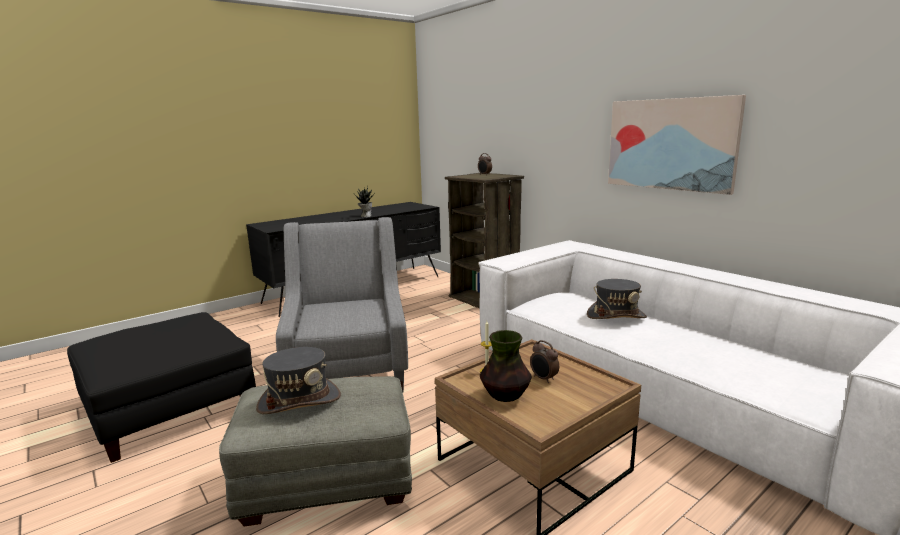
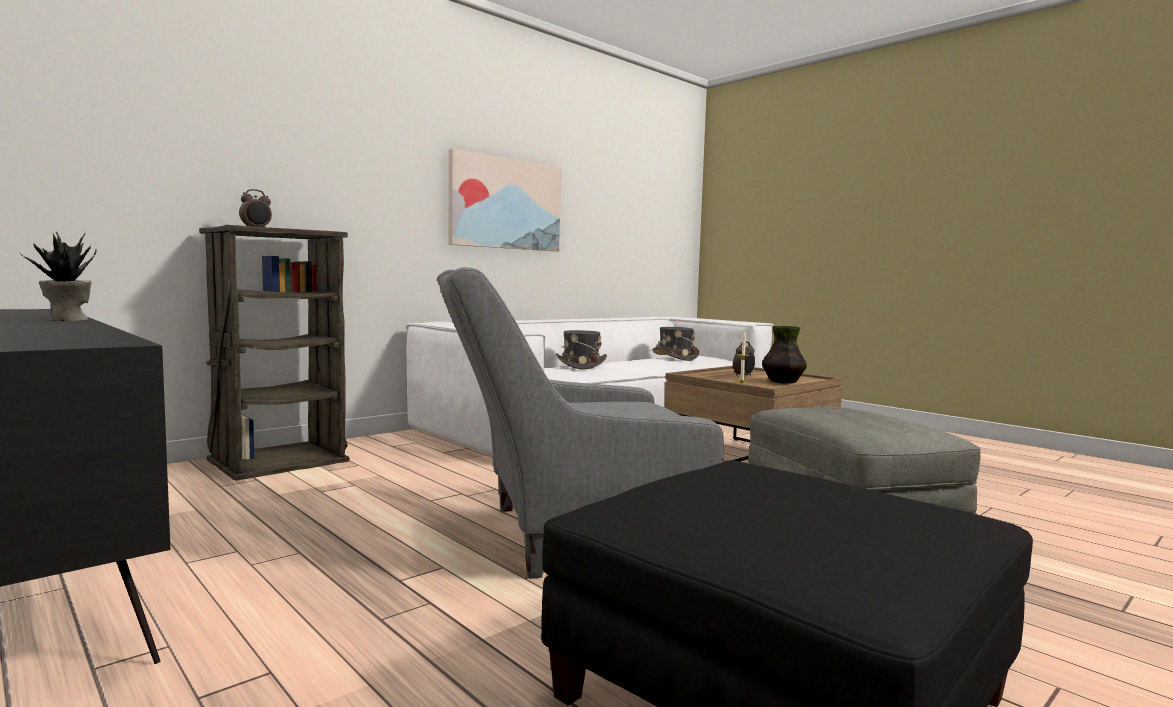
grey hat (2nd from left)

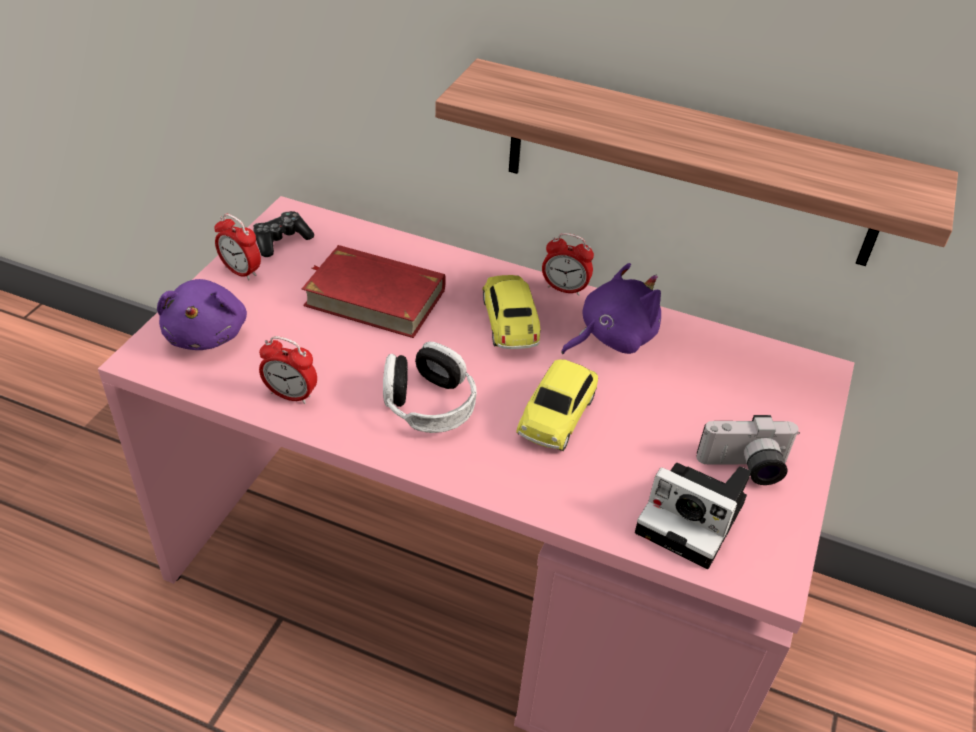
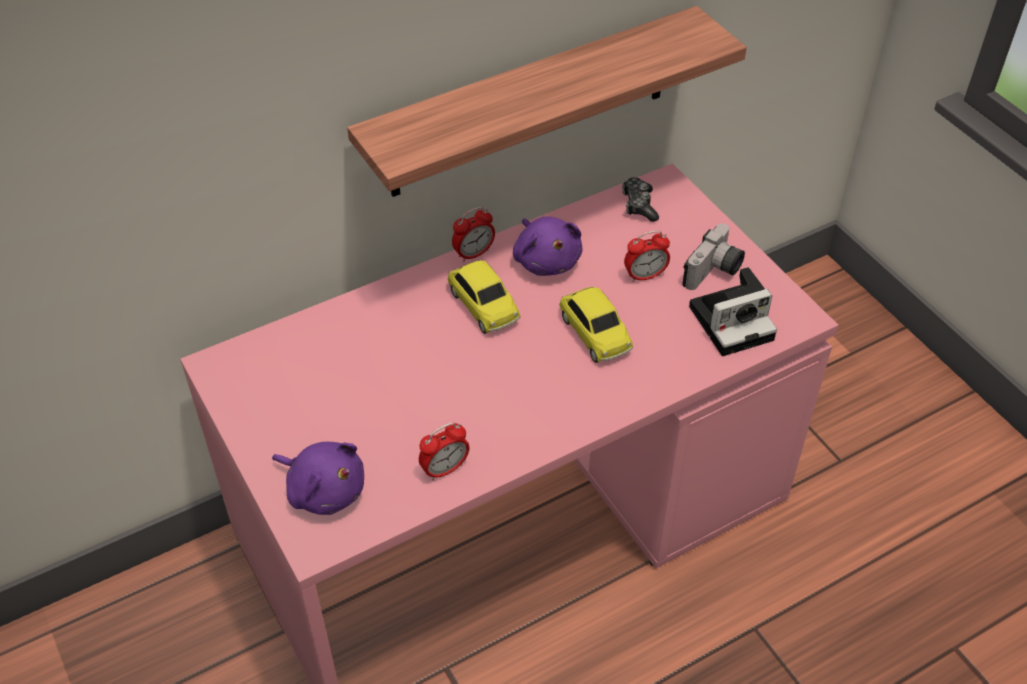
red book
headphones
alarm clock (3rd from left)
game controller
toy car (1st from left)
purple plush toy (2nd from left)

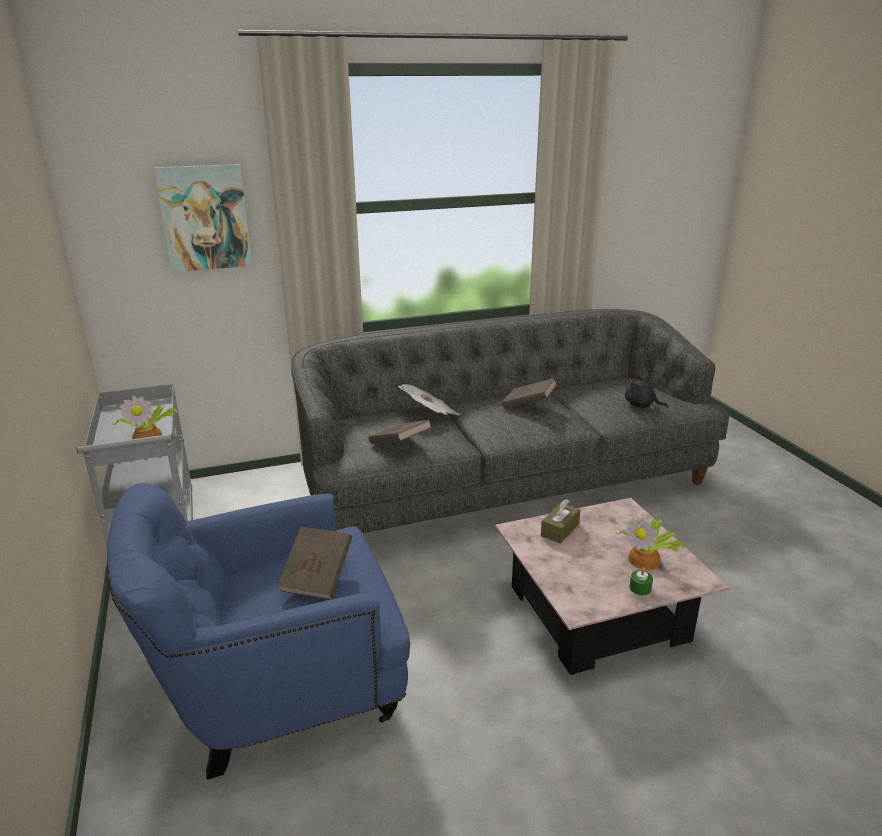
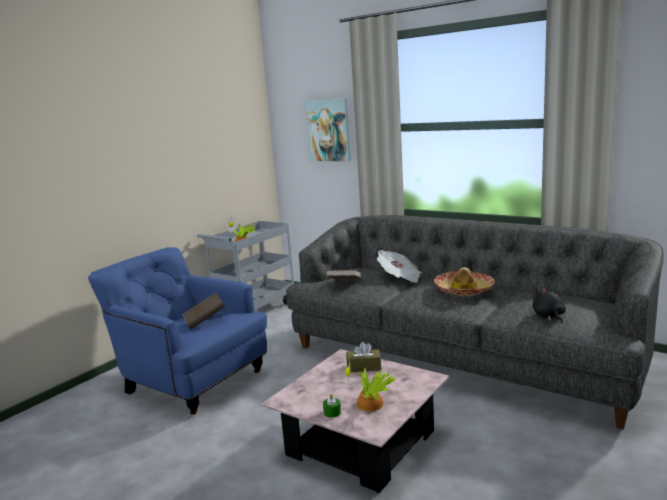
hat

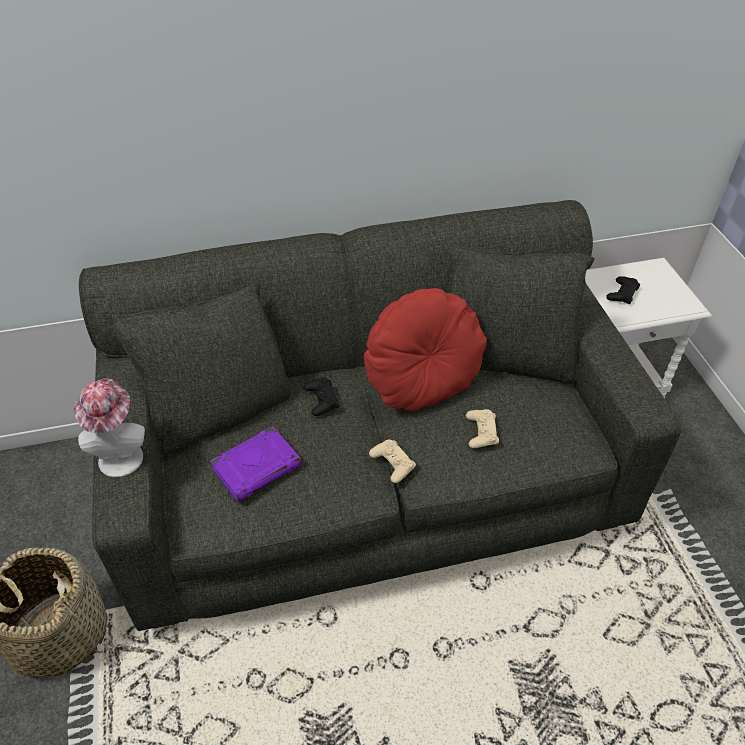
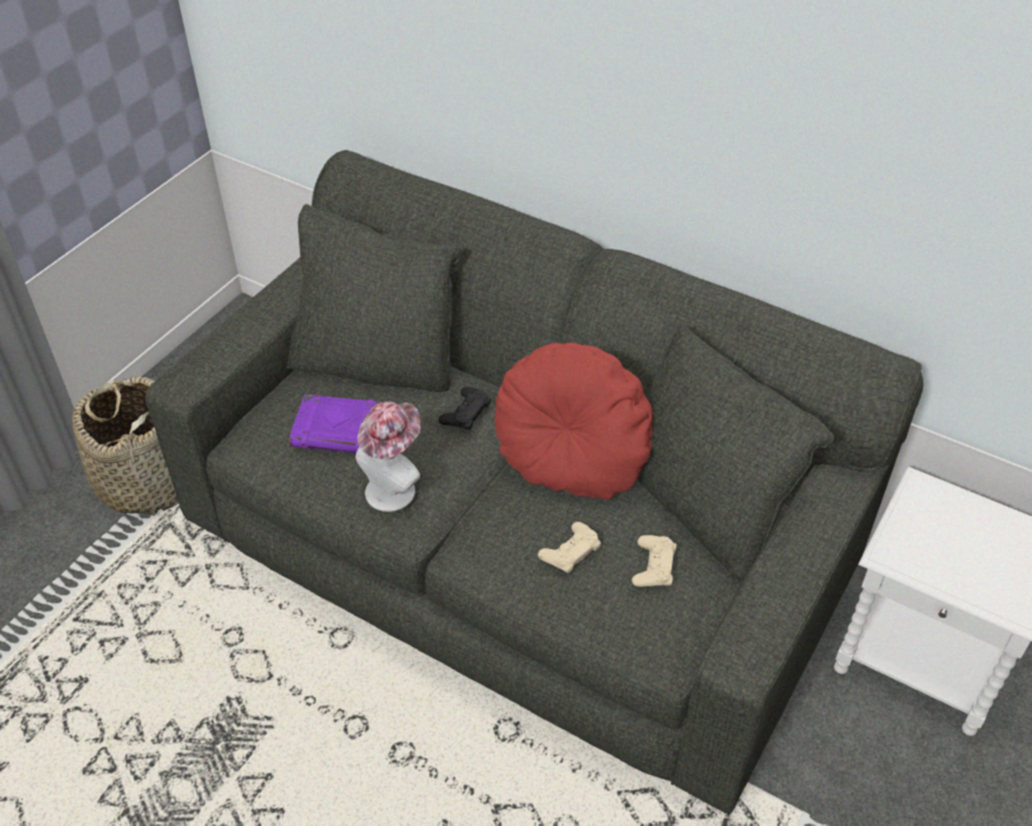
black game controller (2nd from left in the first image)
hat
beige game controller (2nd from left)

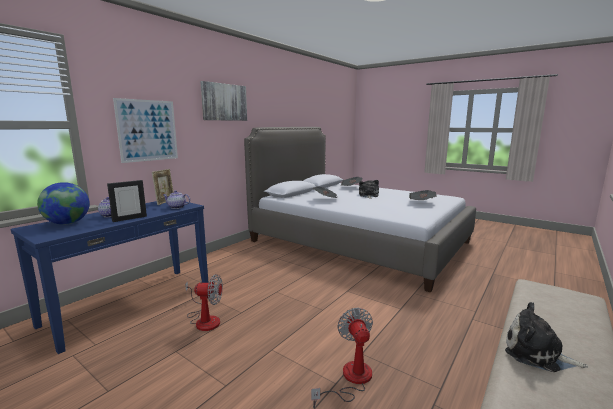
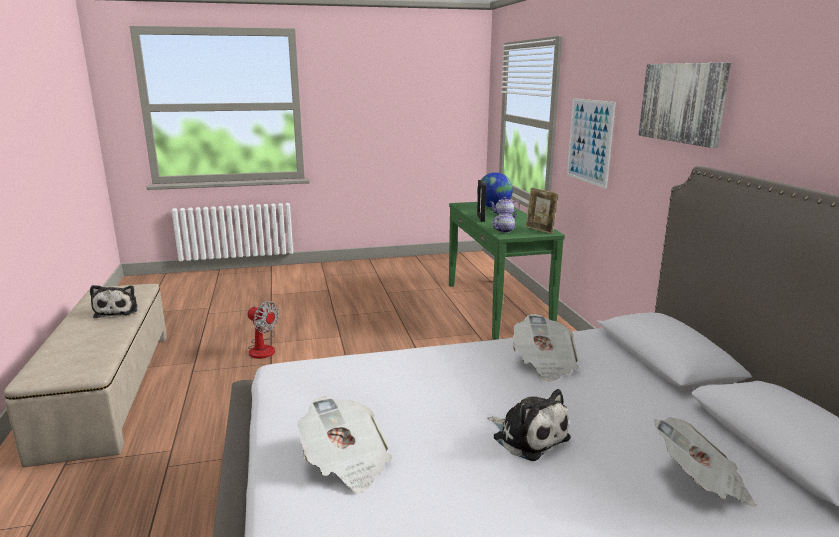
fan (1st from left in the first image)
green console table
plush toy (1st from left)

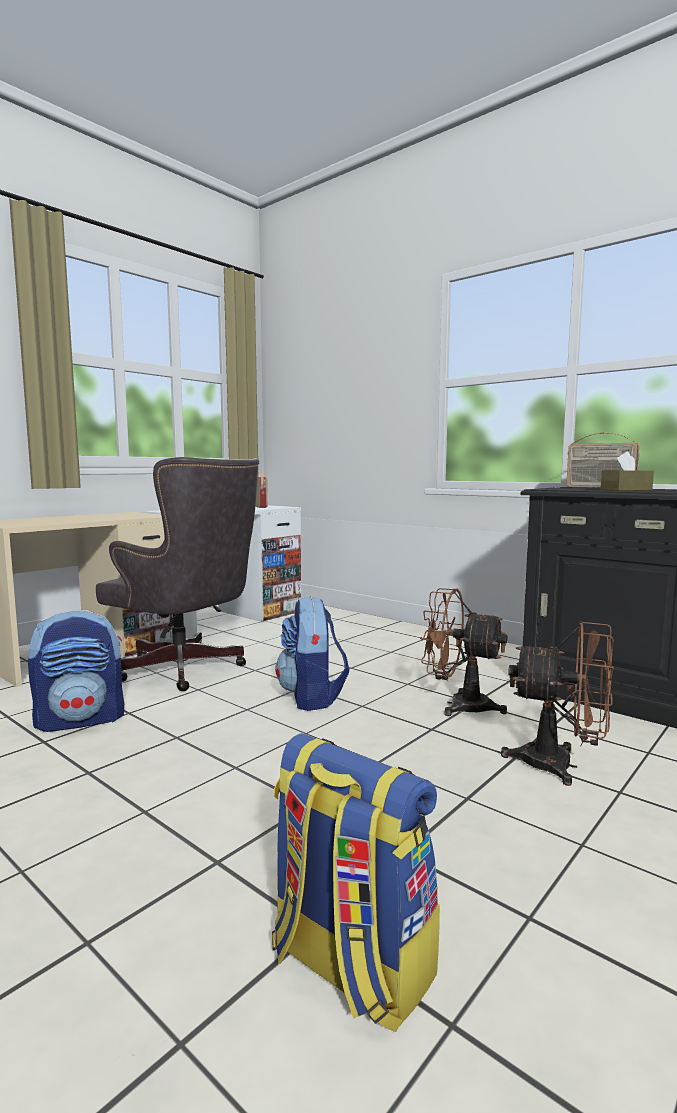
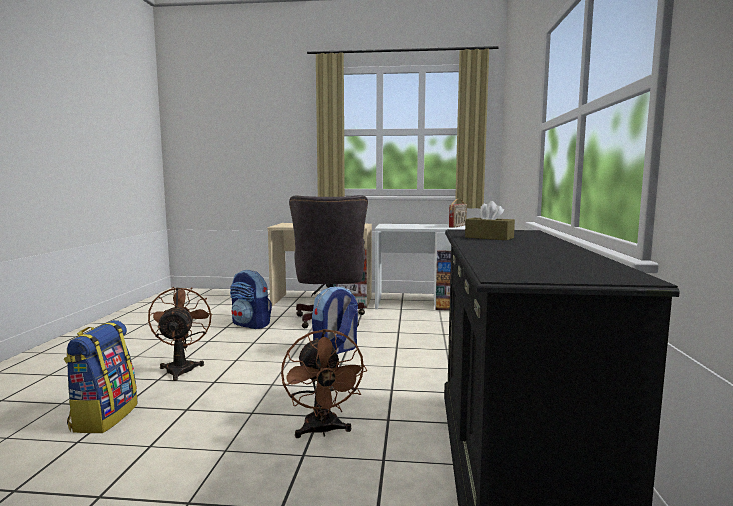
radio (2nd from left in the first image)
brown fan (1st from left)

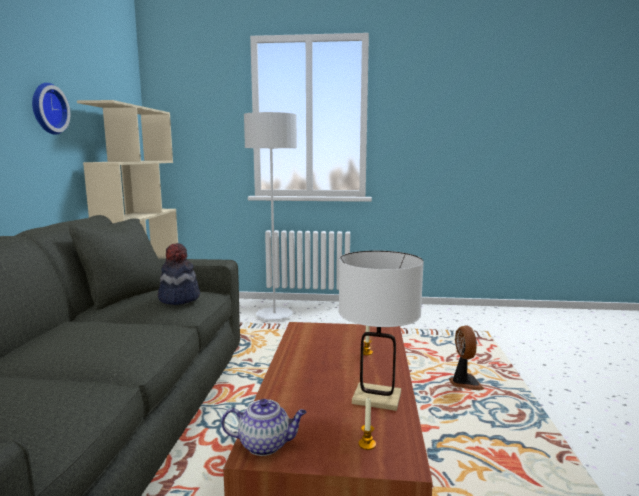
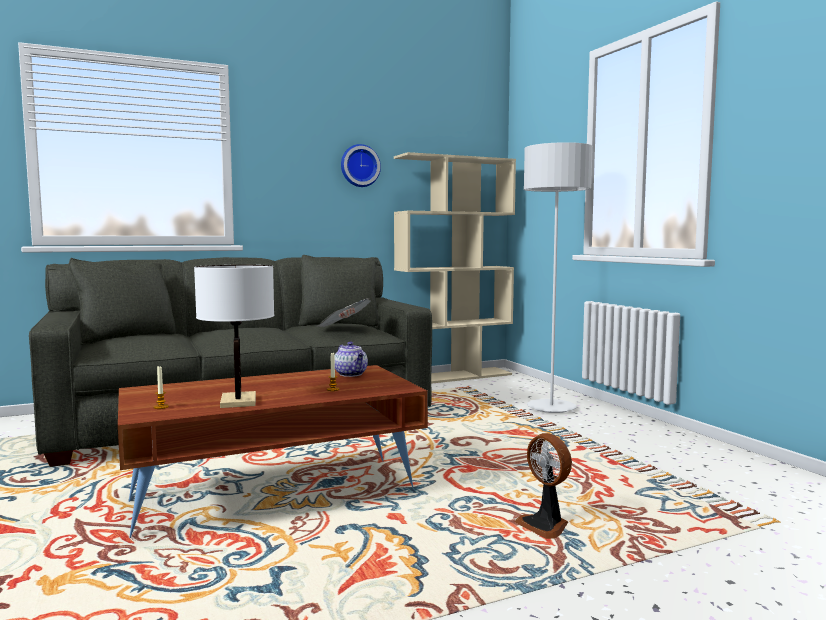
teapot
newspaper
fan

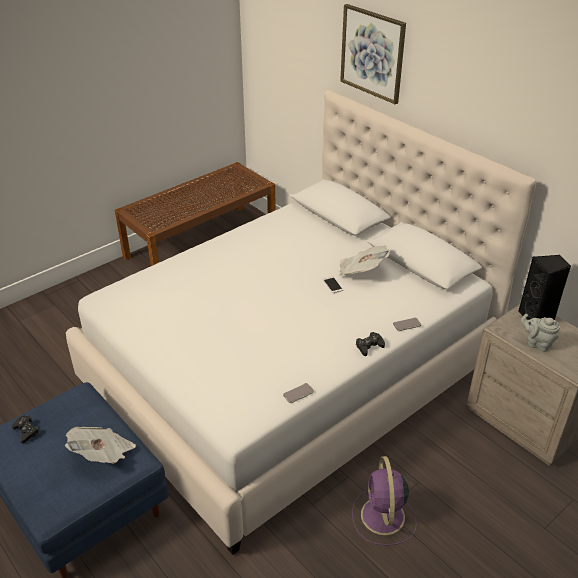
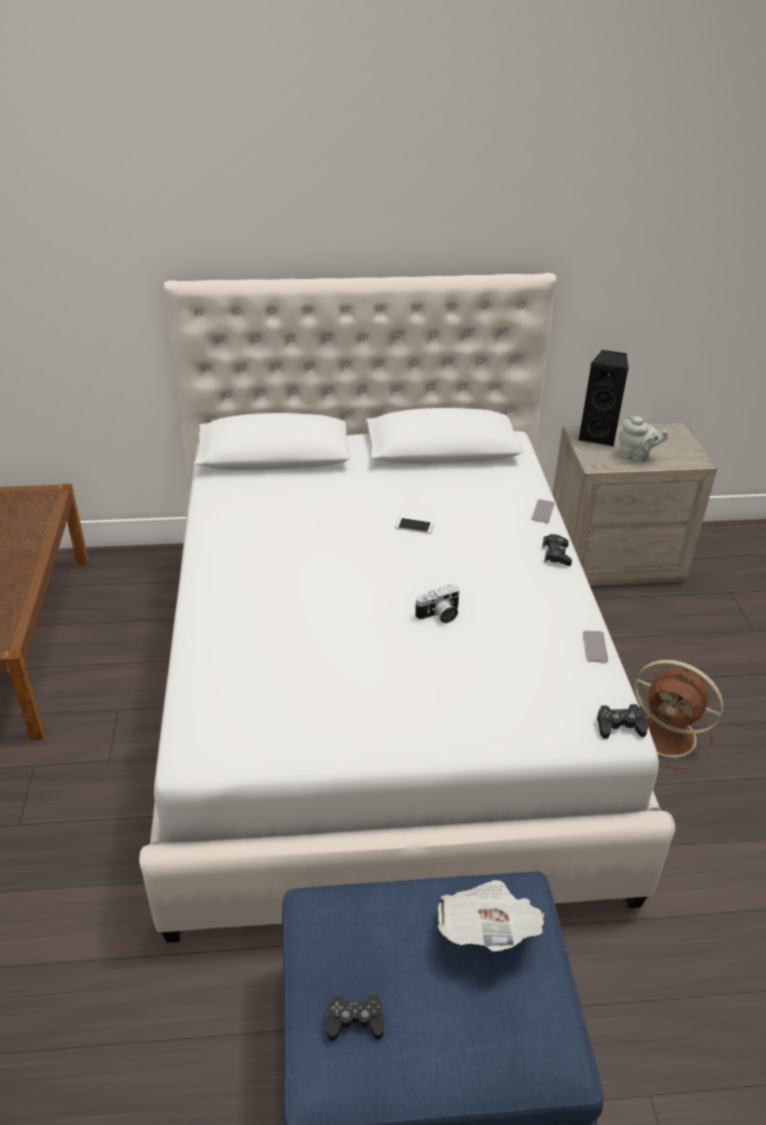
newspaper (2nd from left in the first image)
picture
photo camera
black game controller (3rd from left)
brown fan
grey teapot

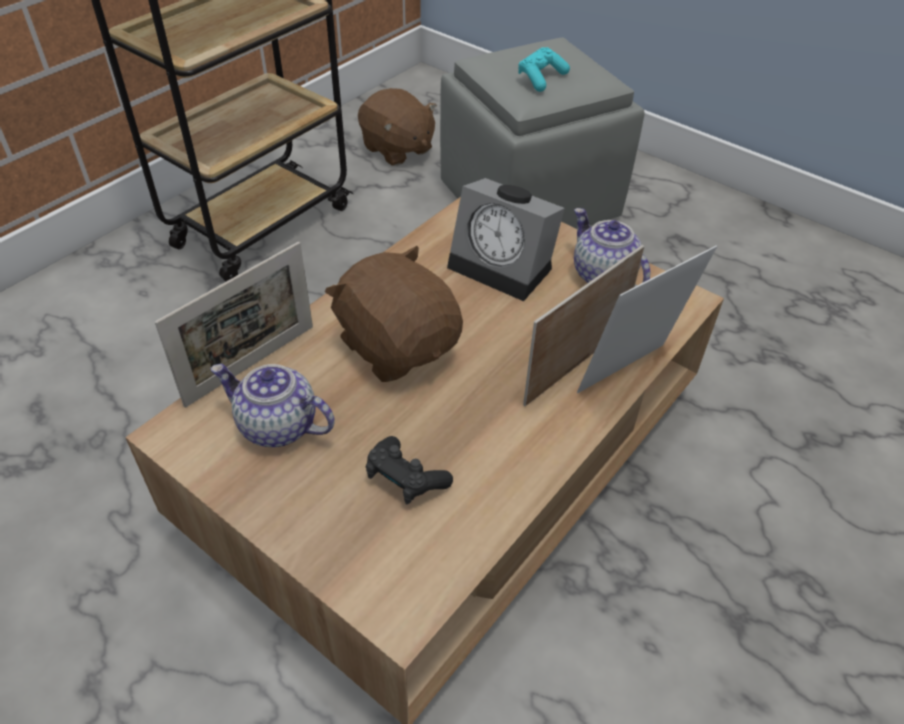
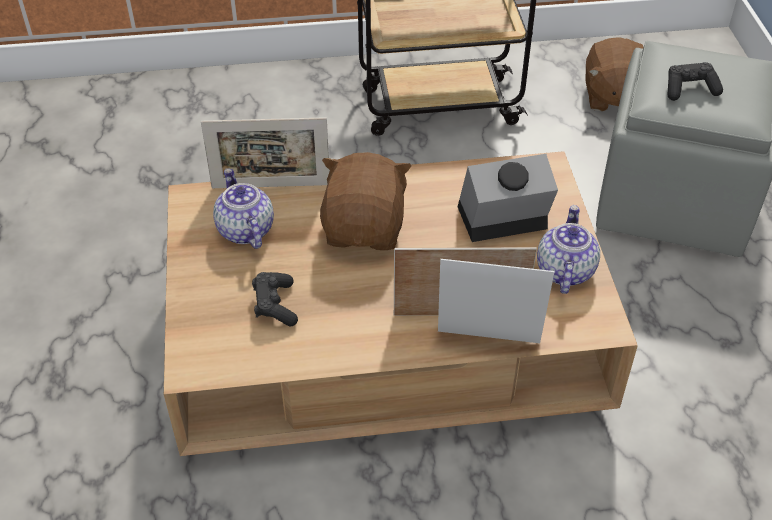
black game controller (2nd from left)
alarm clock

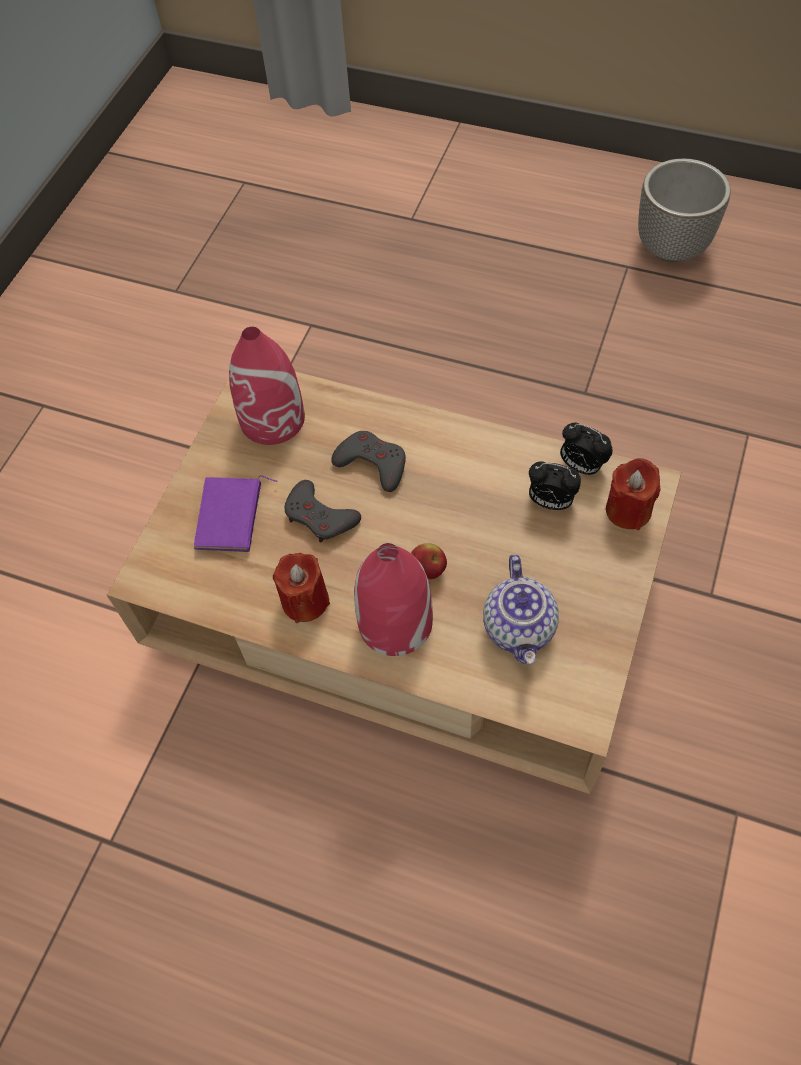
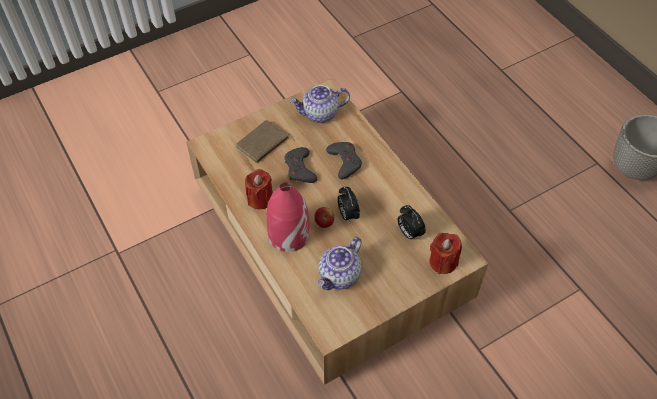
alarm clock (1st from left)
teapot (1st from left)
brown book

